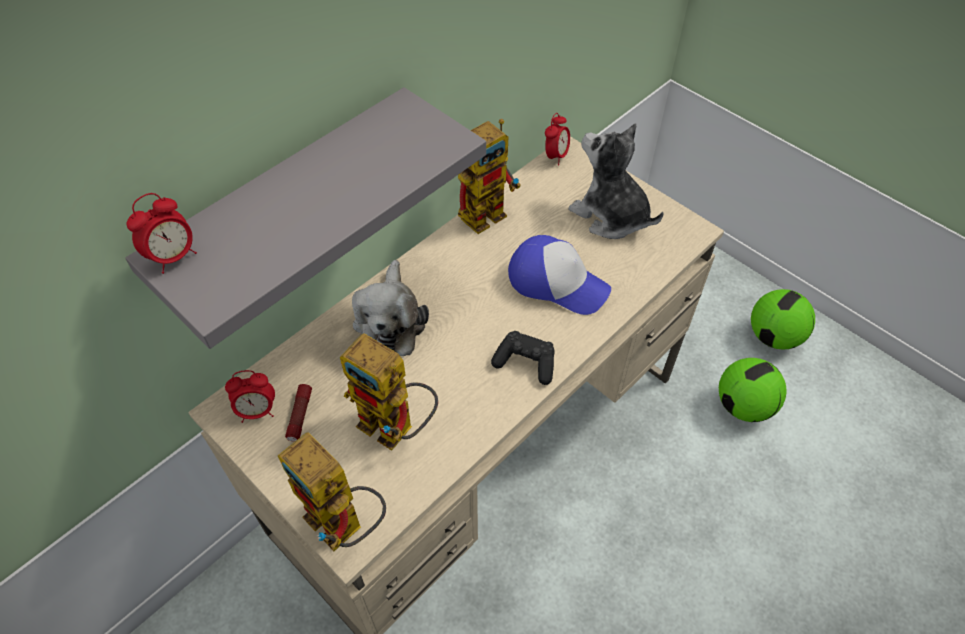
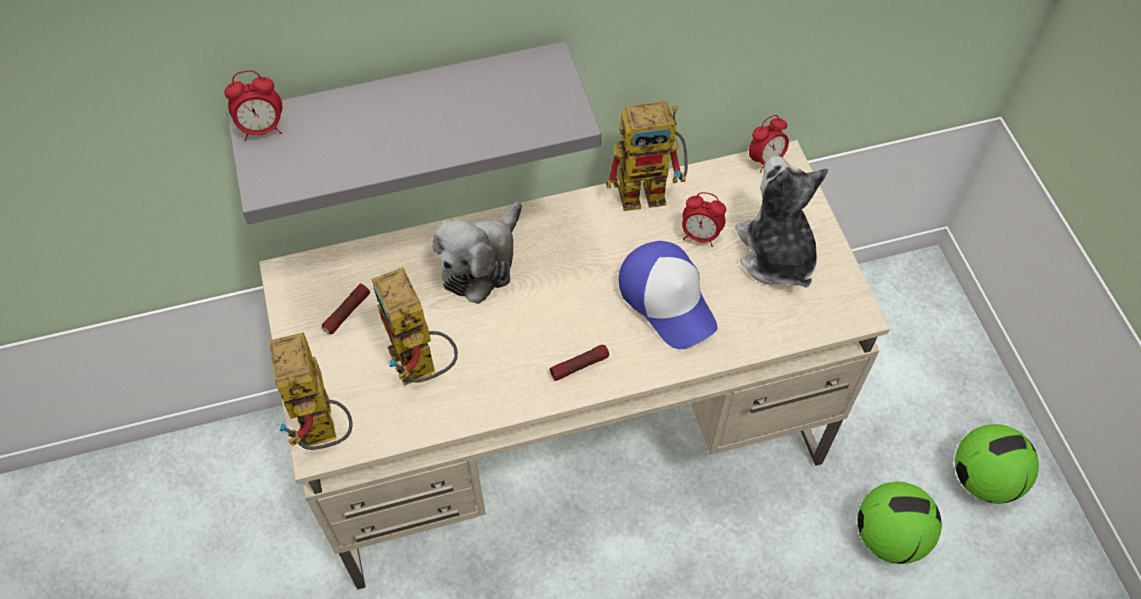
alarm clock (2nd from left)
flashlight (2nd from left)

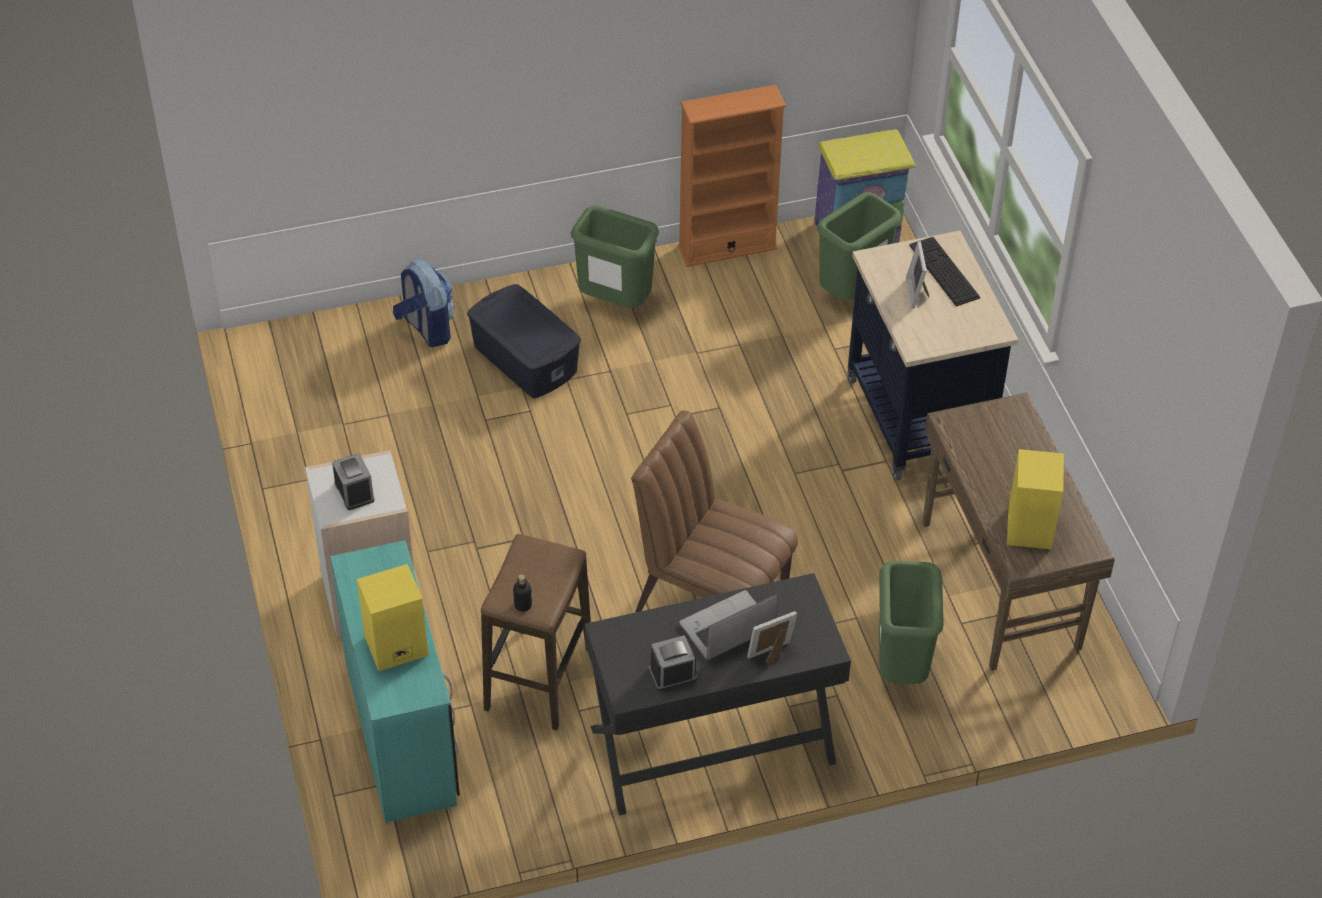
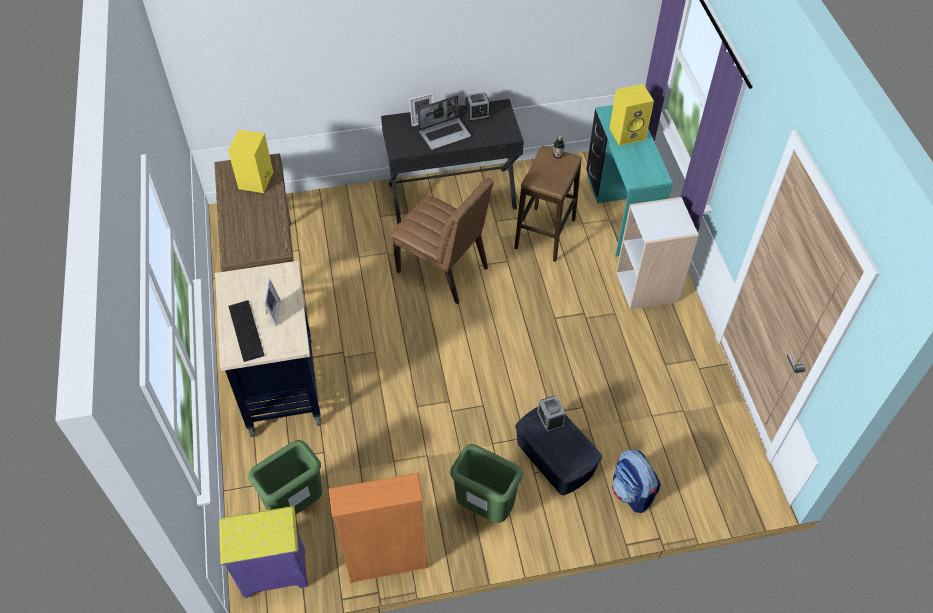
green trash can (3rd from left in the first image)
alarm clock (2nd from left)

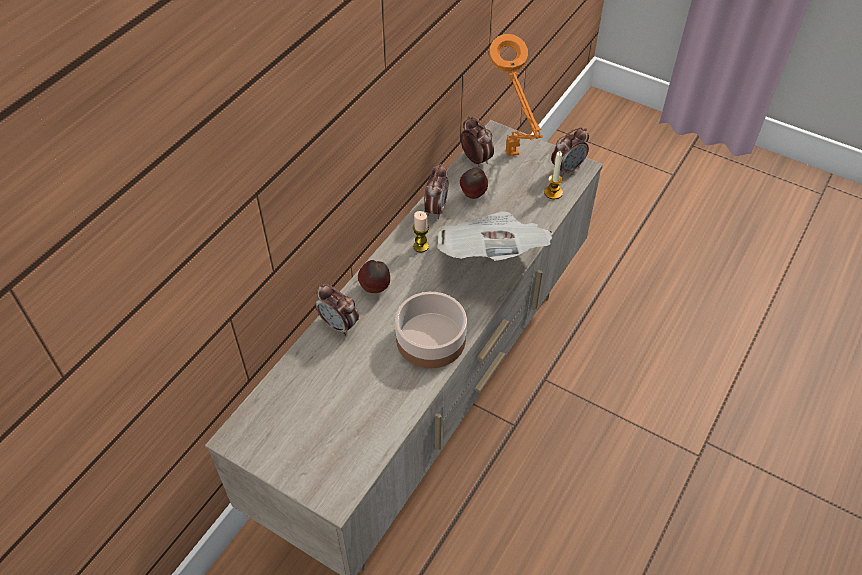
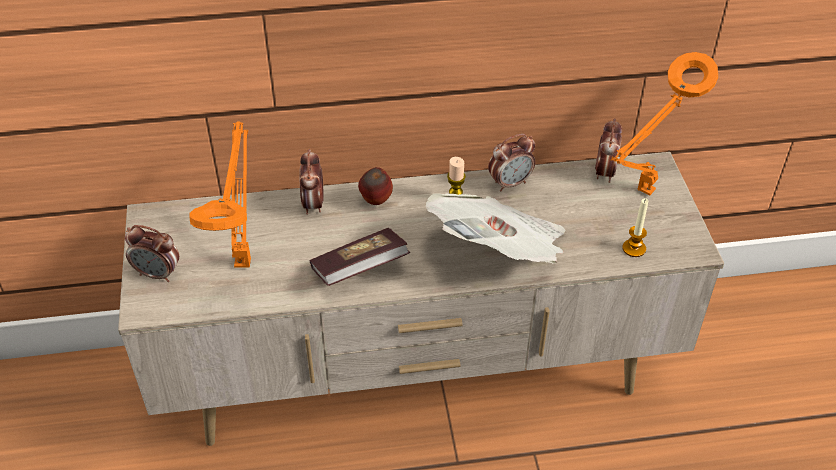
apple (2nd from left in the first image)
orange table lamp (1st from left)
alarm clock (1st from left)
book

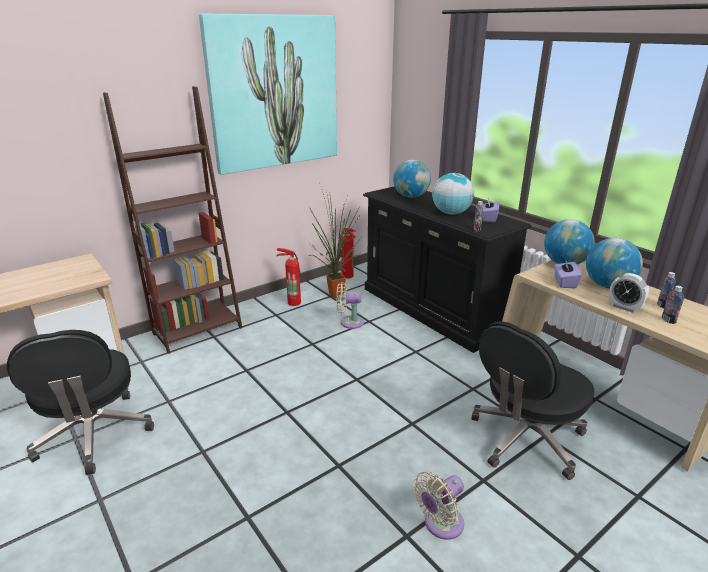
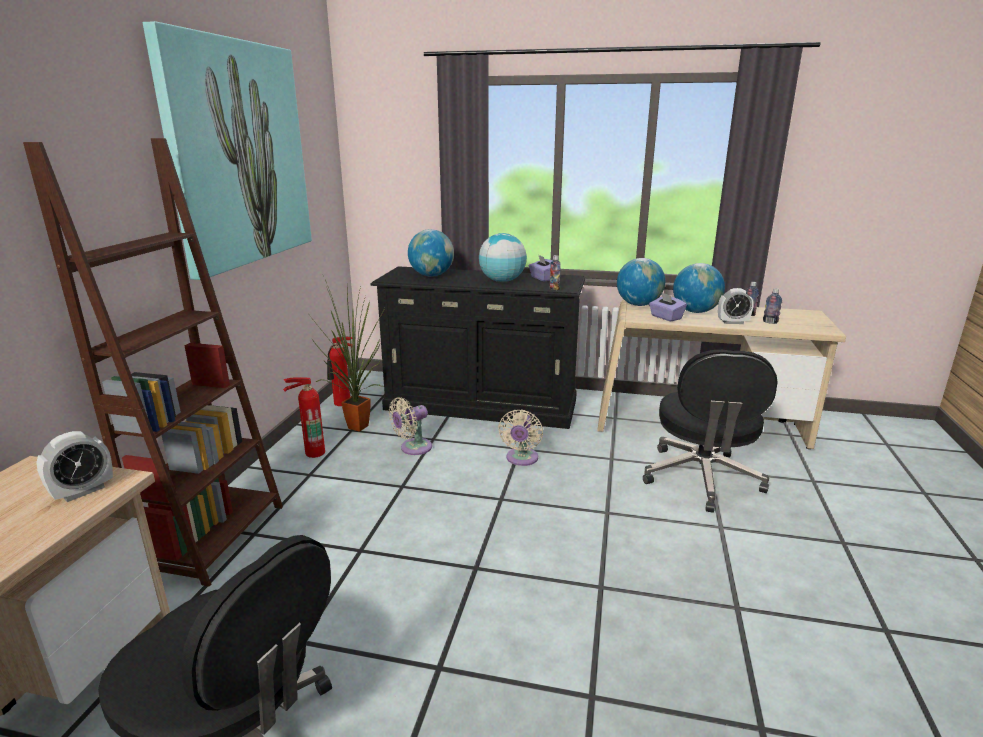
alarm clock (1st from left)
beige fan (2nd from left)

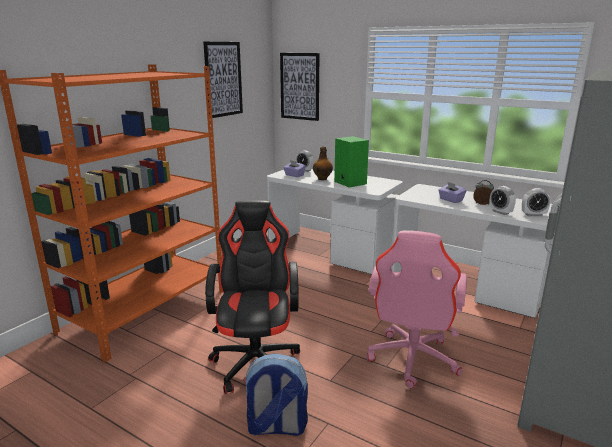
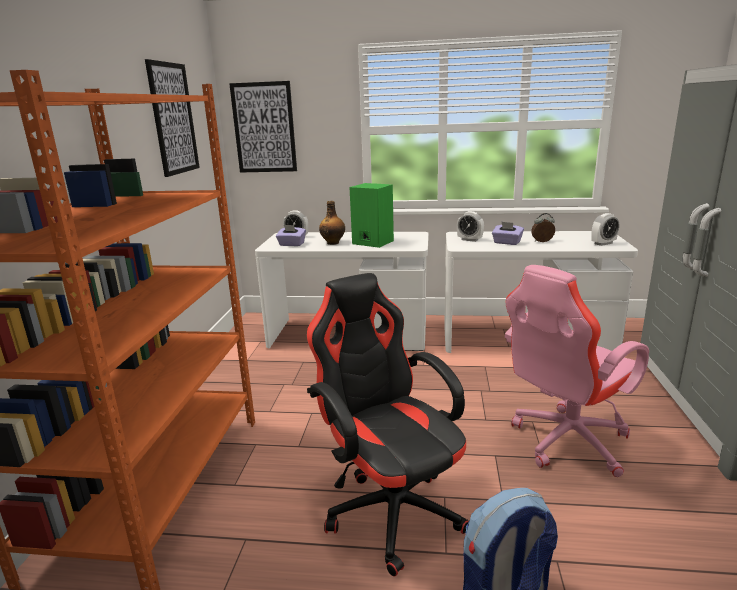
alarm clock (2nd from left)
pink office chair

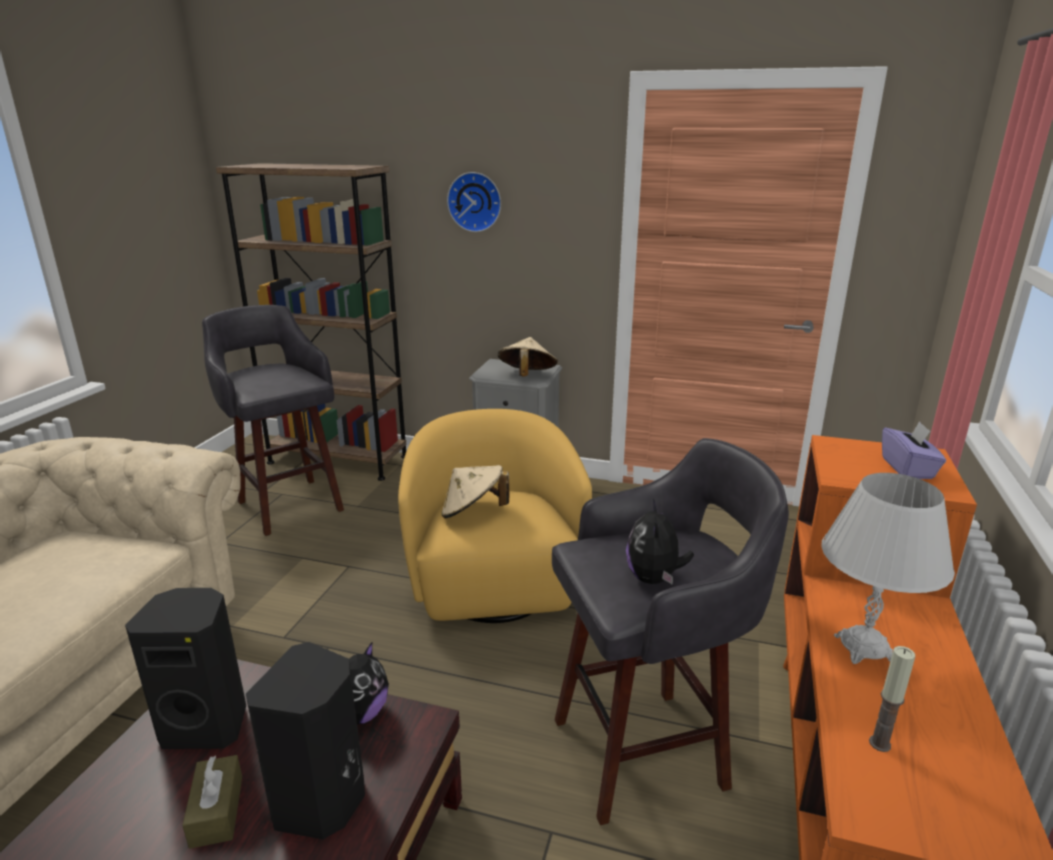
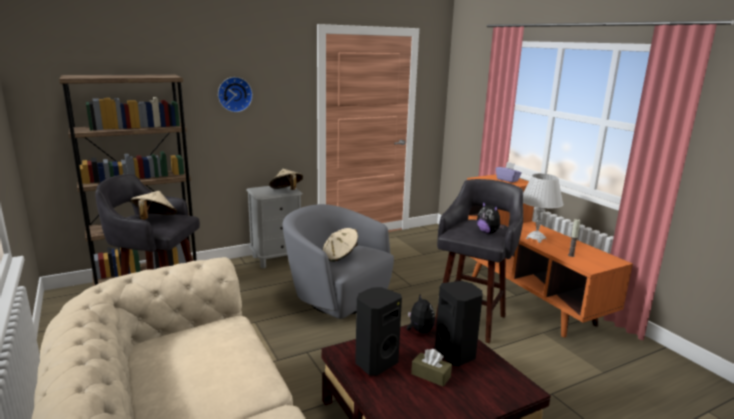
beige hat (1st from left)
grey armchair

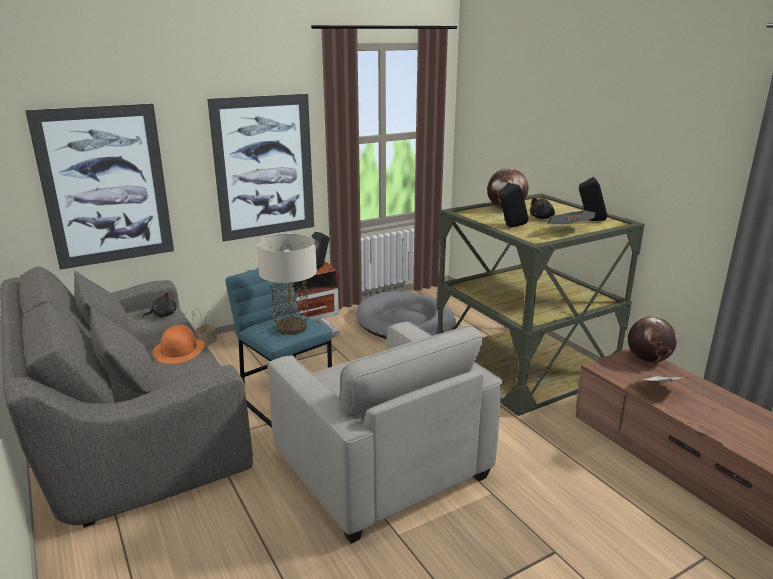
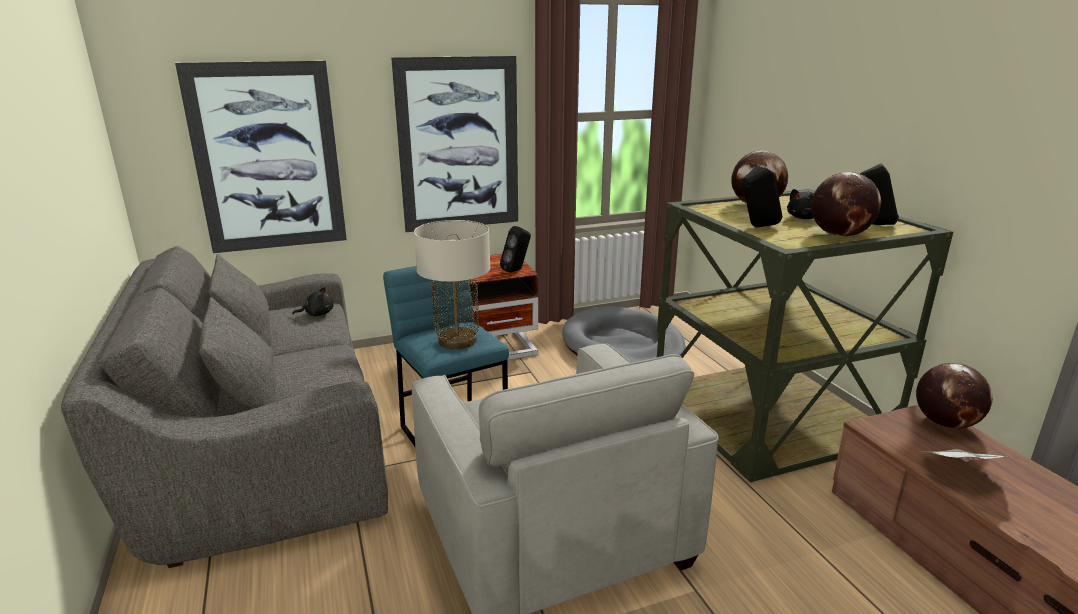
orange hat
basket
globe (2nd from left)

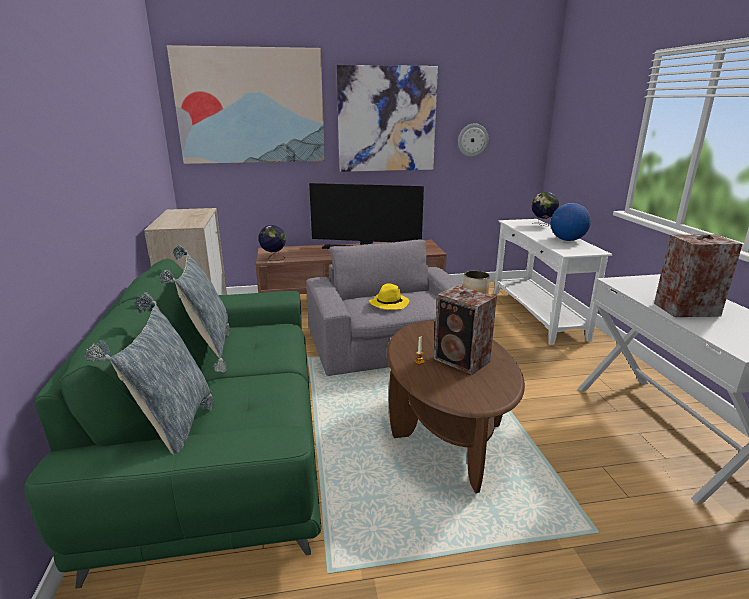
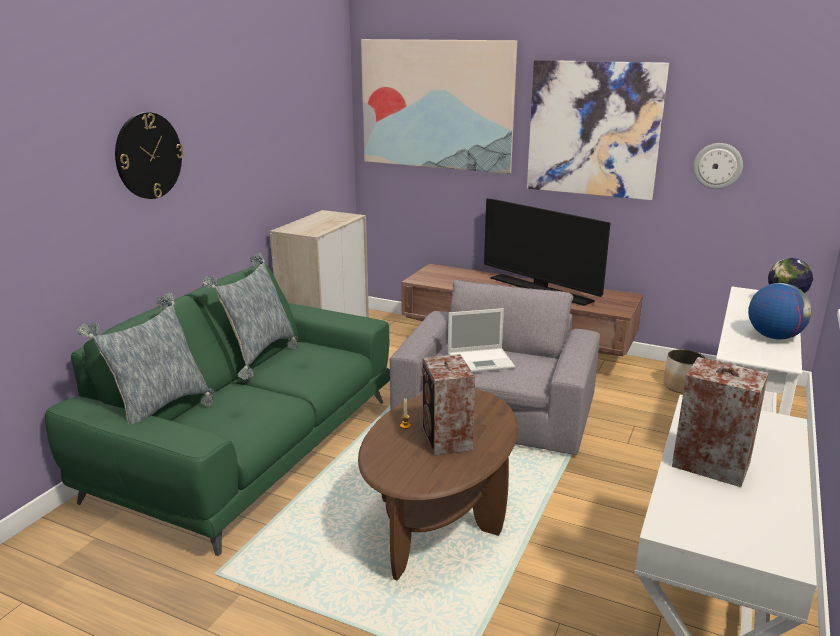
globe (1st from left in the first image)
wall clock (1st from left)
laptop

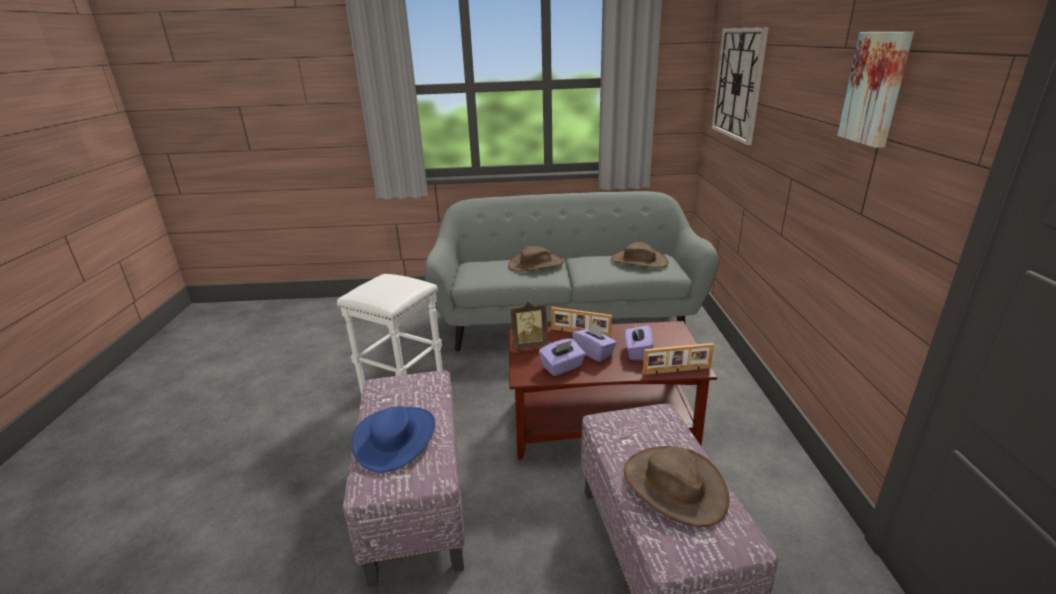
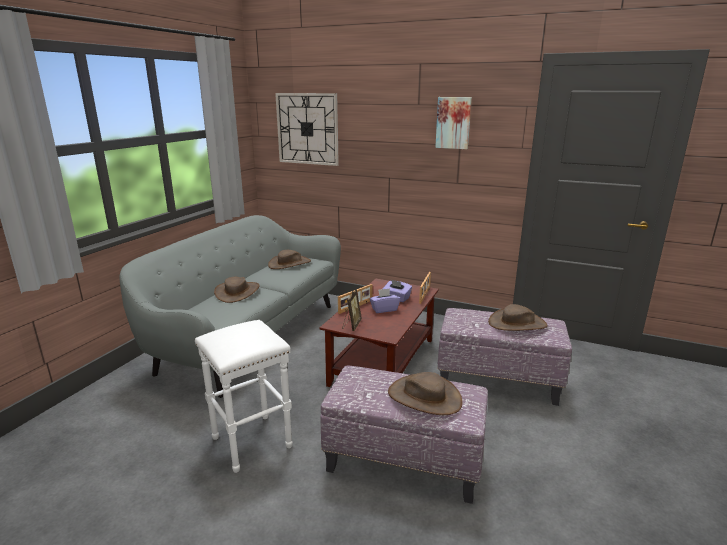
purple tissue box (1st from left in the first image)
brown hat (3rd from left)

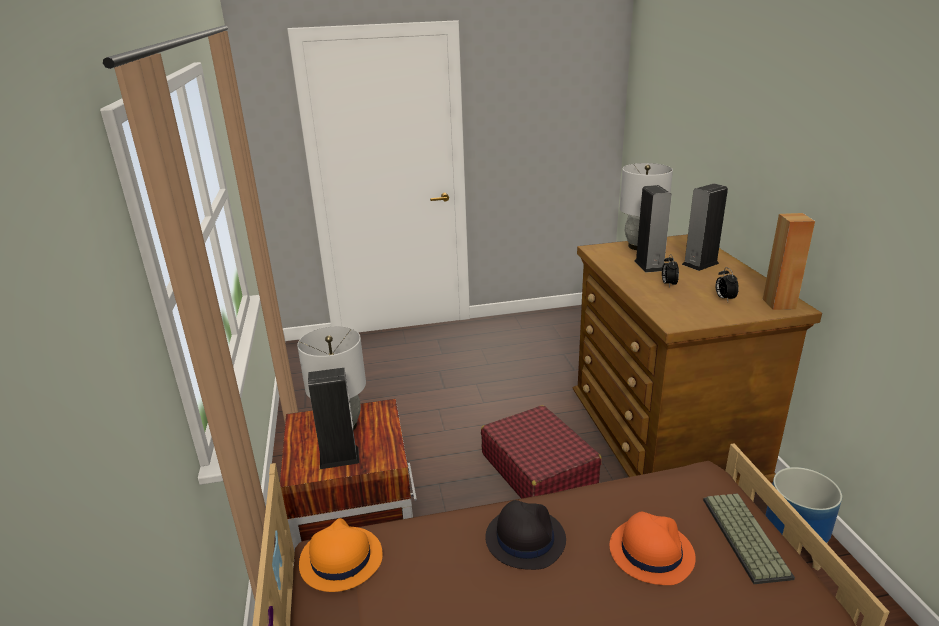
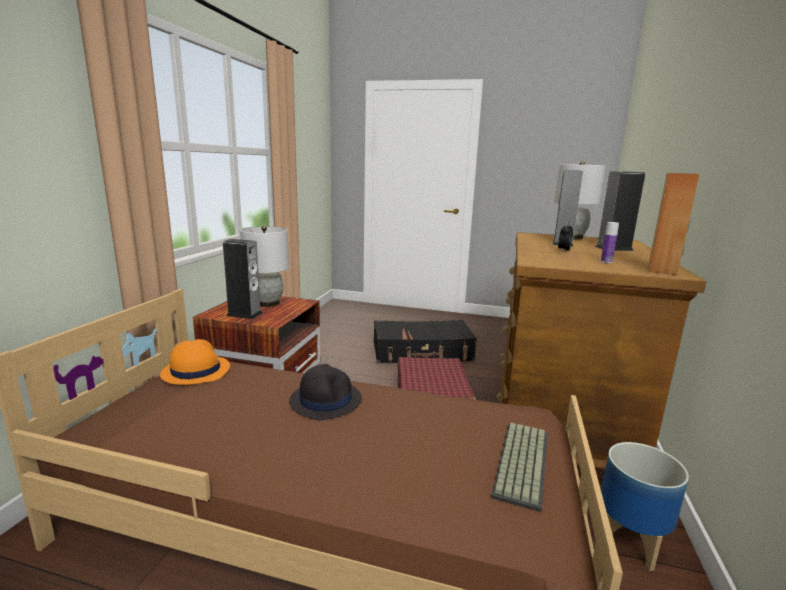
orange hat (2nd from left in the first image)
black suitcase
bottle

